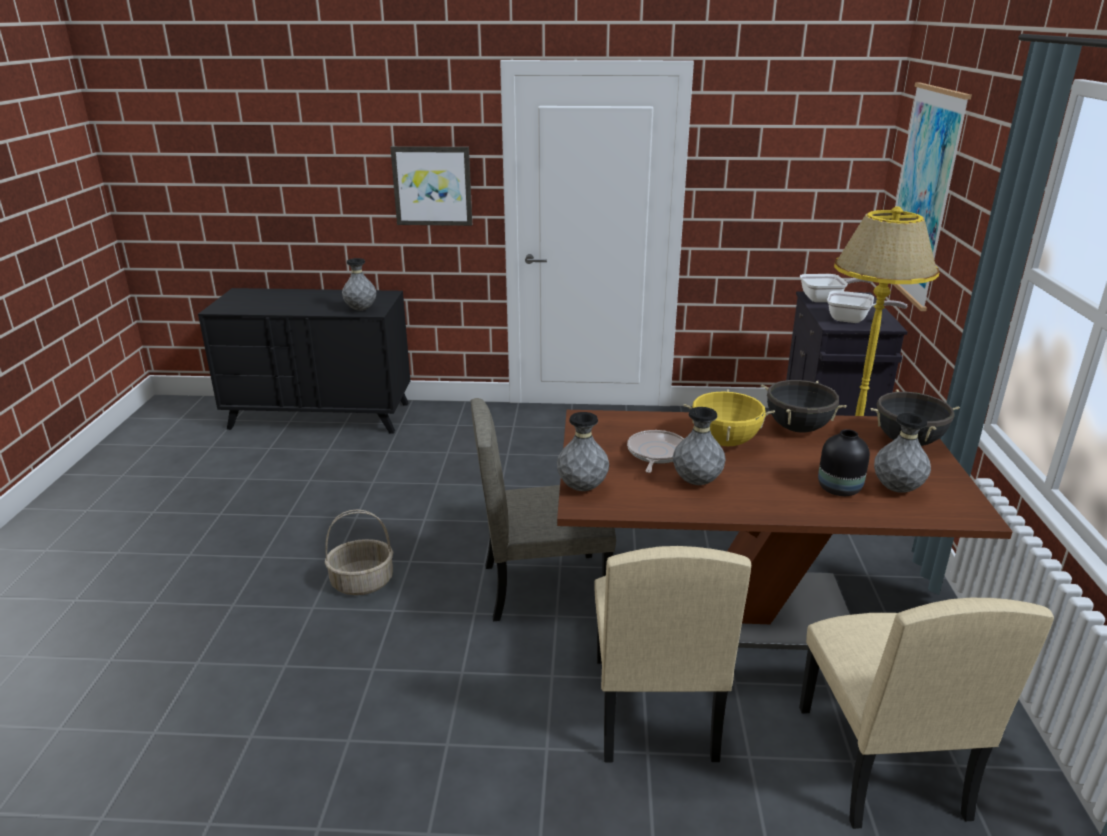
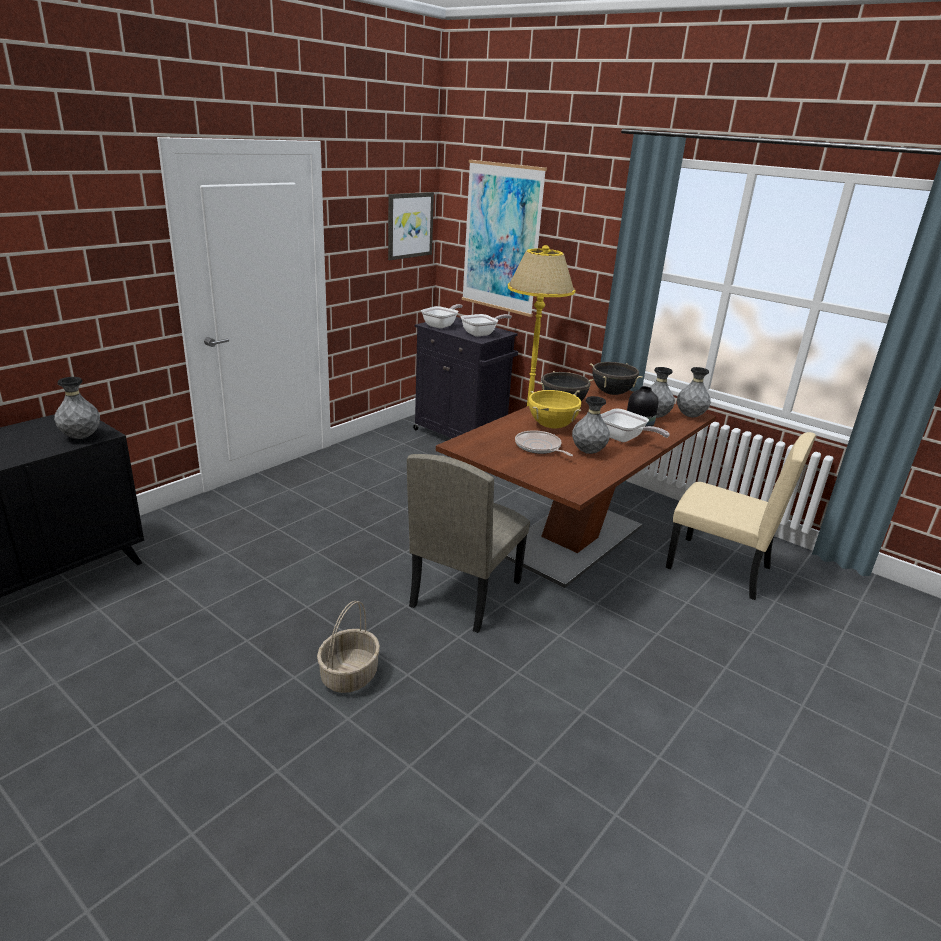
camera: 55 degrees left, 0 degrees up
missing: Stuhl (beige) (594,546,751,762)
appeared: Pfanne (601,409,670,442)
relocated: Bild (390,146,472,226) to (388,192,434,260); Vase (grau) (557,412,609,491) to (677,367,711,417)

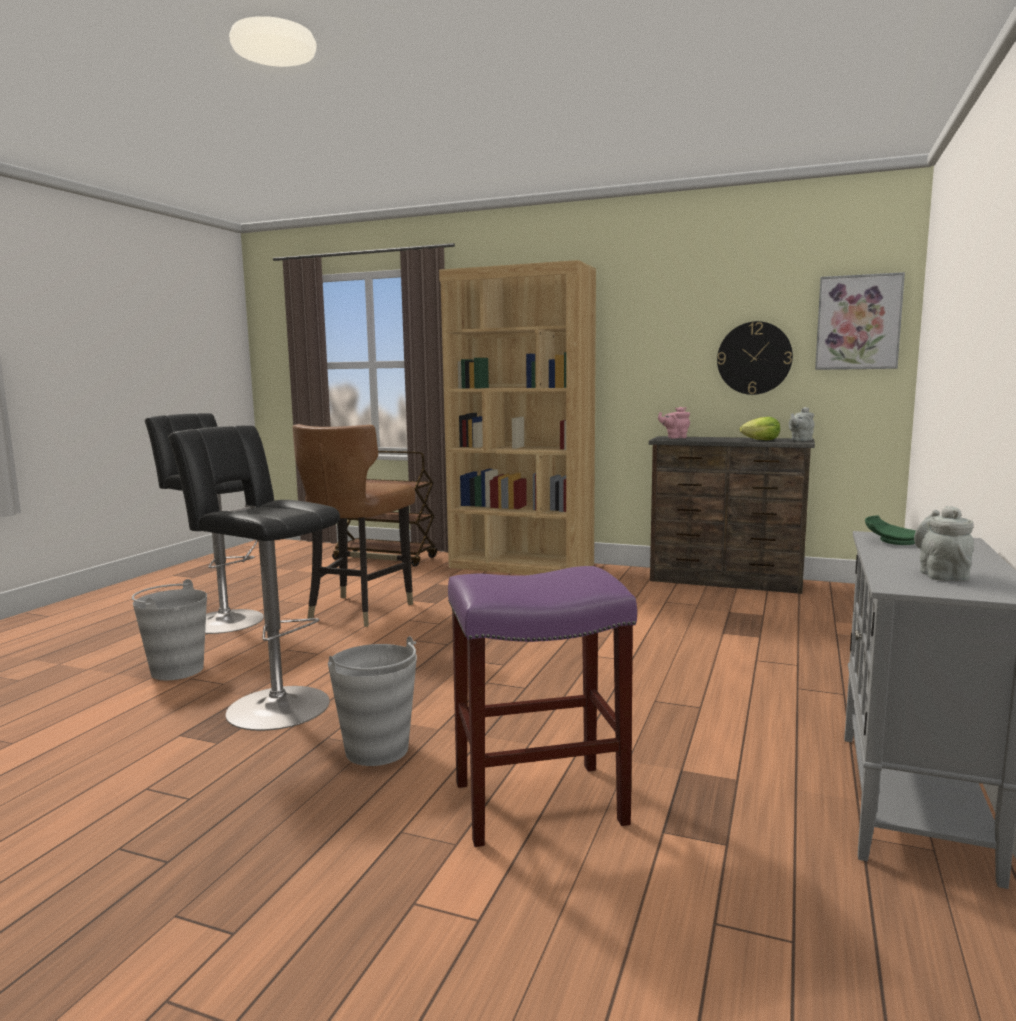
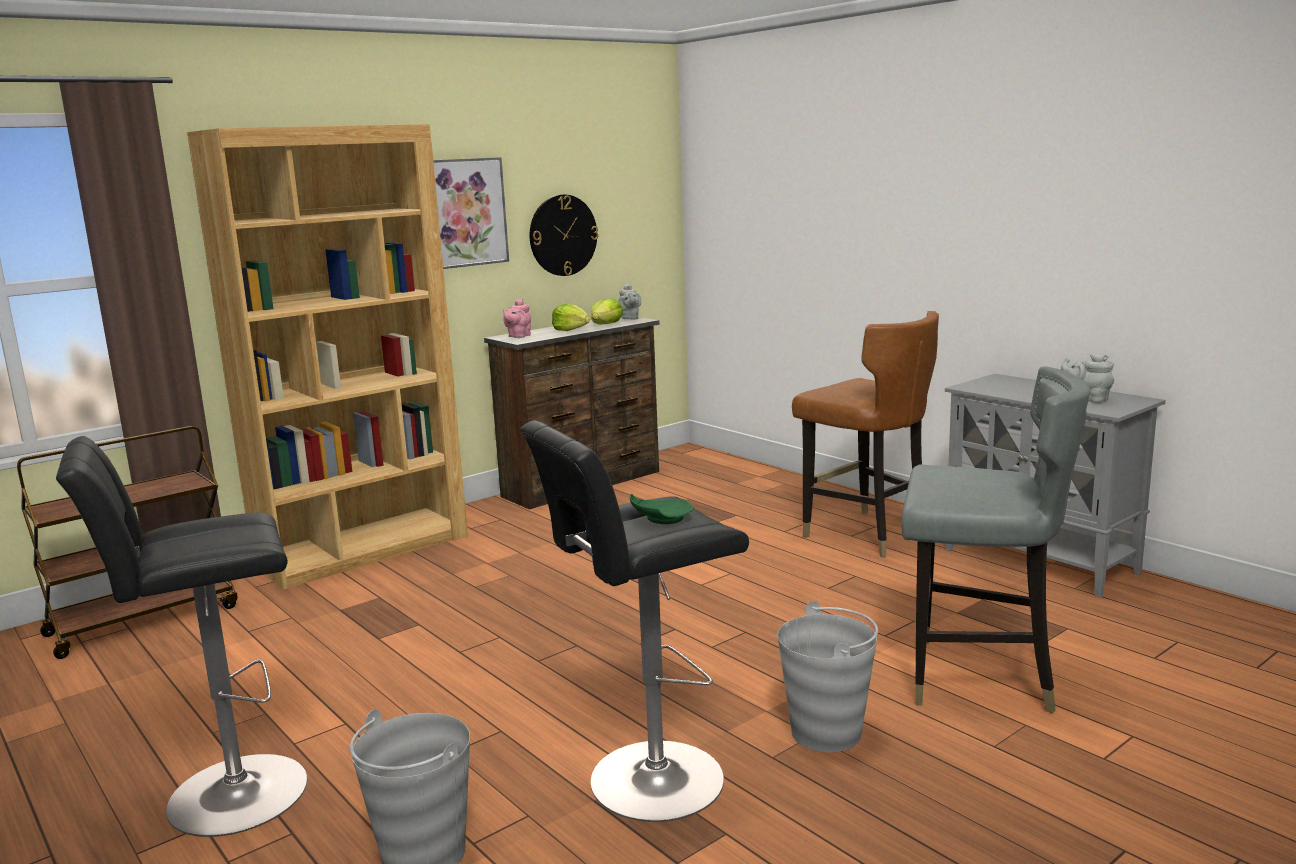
camera: 60 degrees left, 5 degrees up
appeared: Salatkopf (552,304,590,331)
relocated: Bild (815,272,905,370) to (433,157,509,269); Teller (grün) (865,515,916,545) to (630,494,694,524); Stuhl (braun) (293,424,415,627) to (792,311,939,558)
exchanged: Hocker (lila) (448,566,637,847) to Stuhl (grau) (901,366,1090,713)

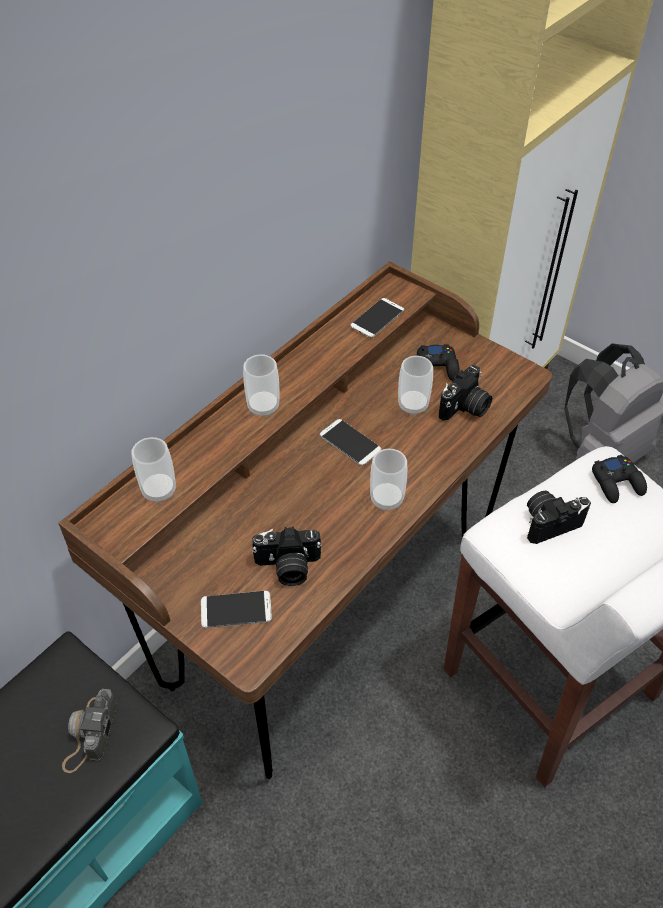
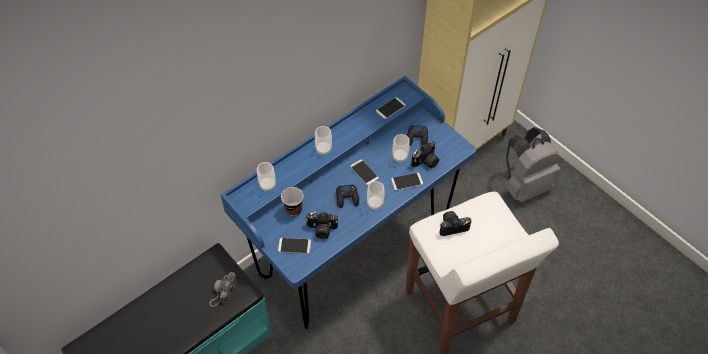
camera: 10 degrees right, 5 degrees up
appeared: Tasse (281,187,304,216); Handy (391,173,423,190)
relocated: Gamepad (schwarz) (592,455,647,503) to (336,184,359,208)
colour: Schreibtisch (braun) (58,261,552,779) to Schreibtisch (blau) (221,76,476,329)

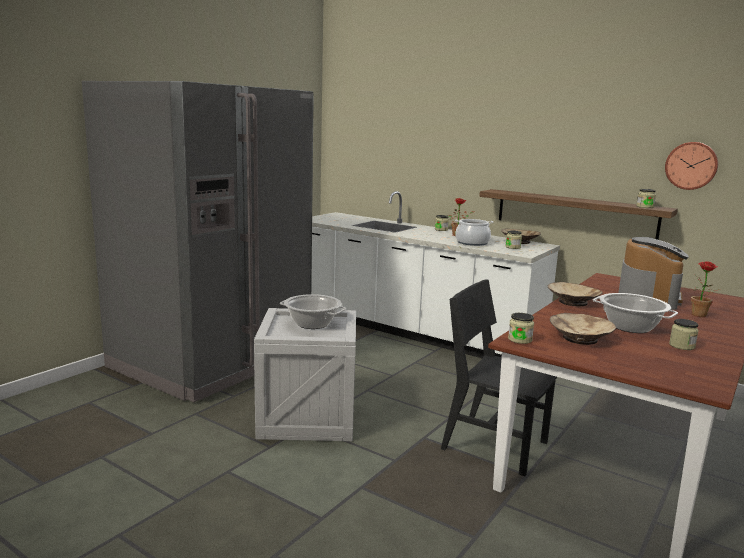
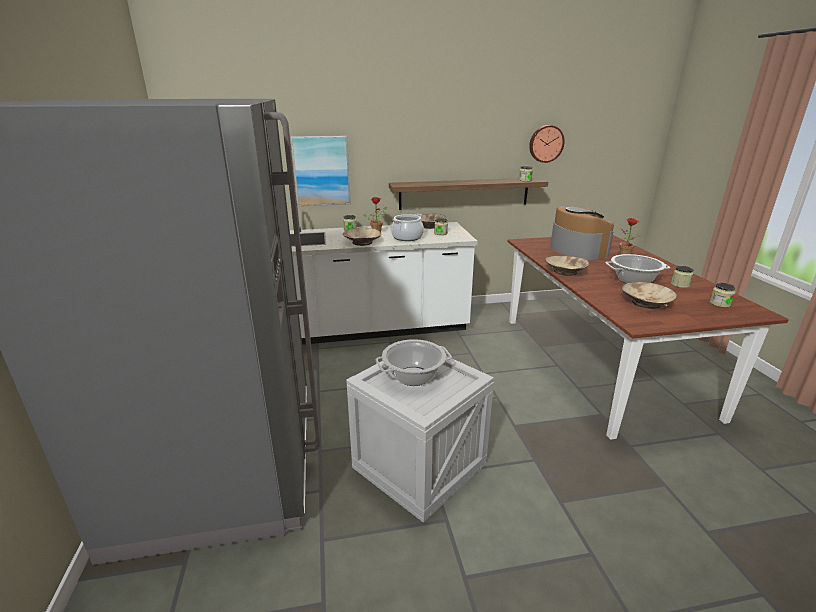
camera: 45 degrees left, 10 degrees up
missing: Stuhl (schwarz) (441,280,557,476)
appeared: Bild (291,136,351,206); Schüssel (beige) (343,227,381,246)
relocated: Vorratsglas (508,313,534,344) to (710,283,735,308)

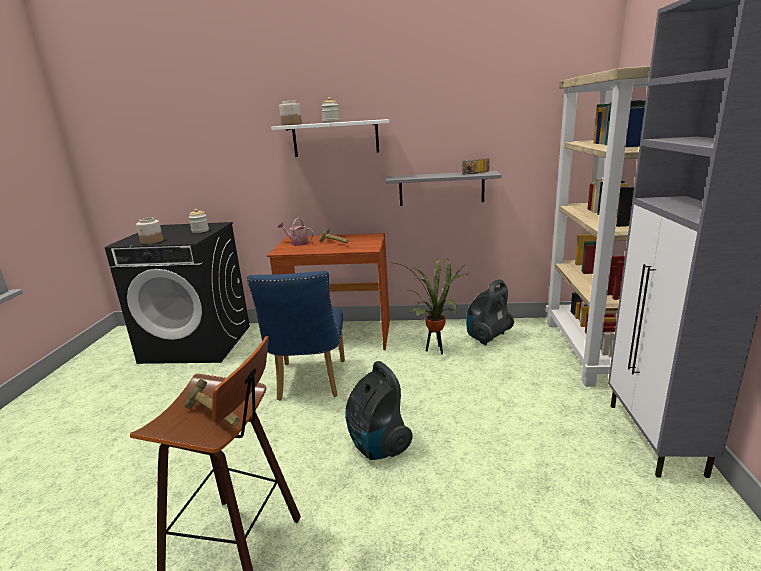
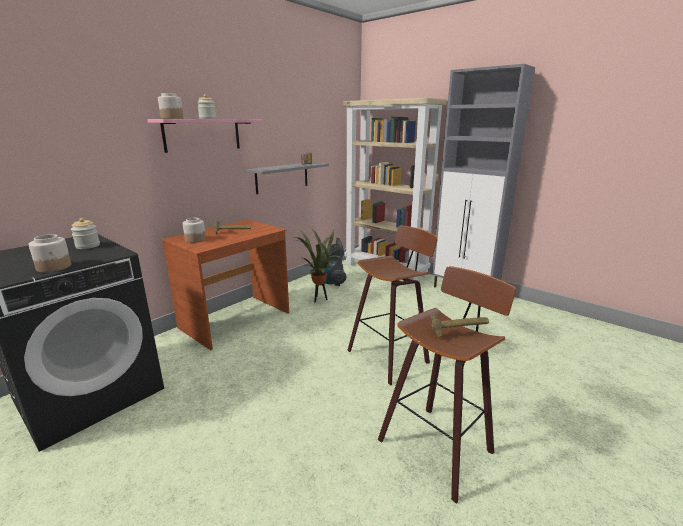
camera: 55 degrees left, 0 degrees up
missing: Stuhl (blau) (247,271,345,400)
exchanged: Gießkanne (278,218,314,246) to Vorratsglas (183,218,206,243); Staubsauger (345,361,413,460) to Hocker (347,225,438,386)
colour: Wandregal (weiß) (271,119,389,157) to Wandregal (rosa) (147,119,263,153)

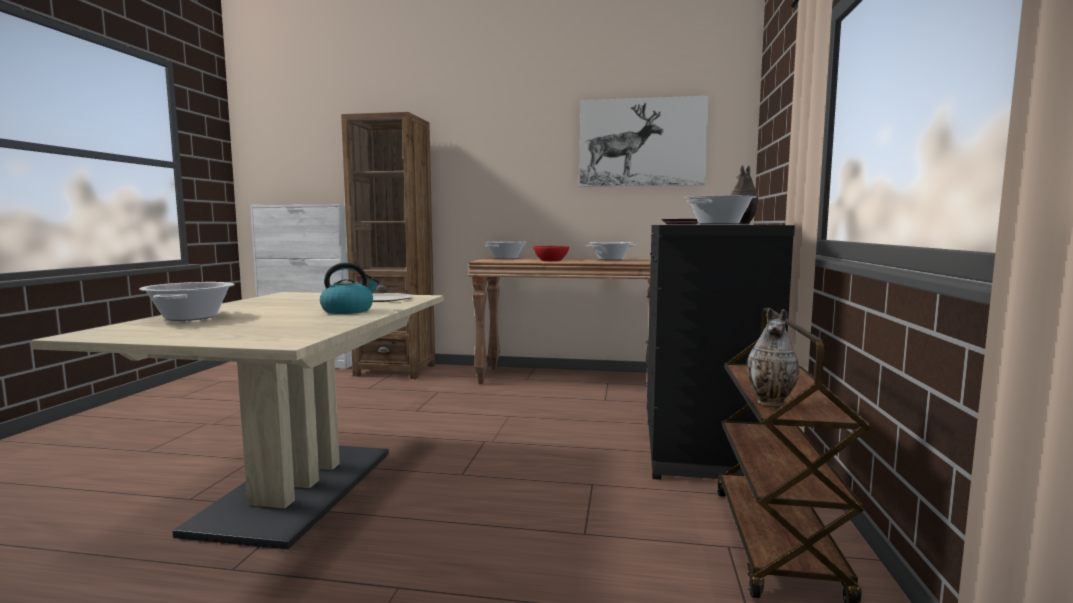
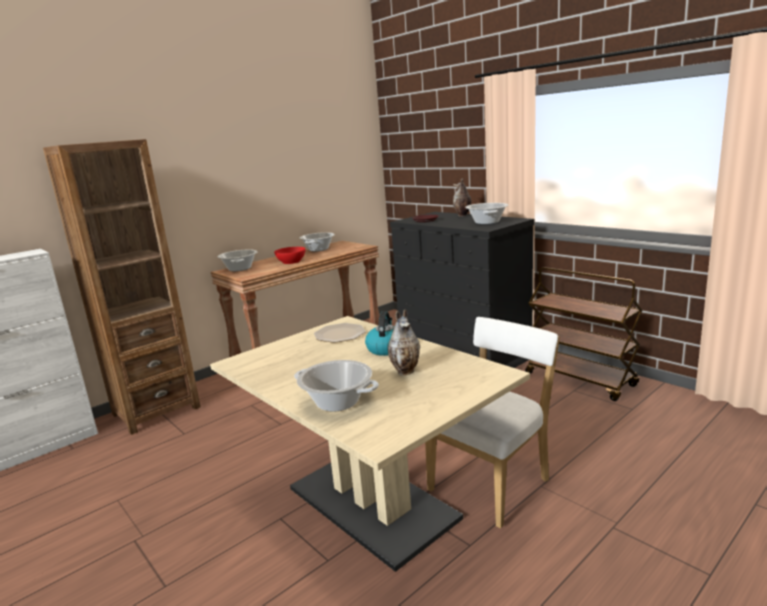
camera: 50 degrees left, 10 degrees up
missing: Bild (579,96,709,187)
appeared: Stuhl (weiß) (425,317,560,528)
relocated: Vase (747,308,799,406) to (388,309,420,376)

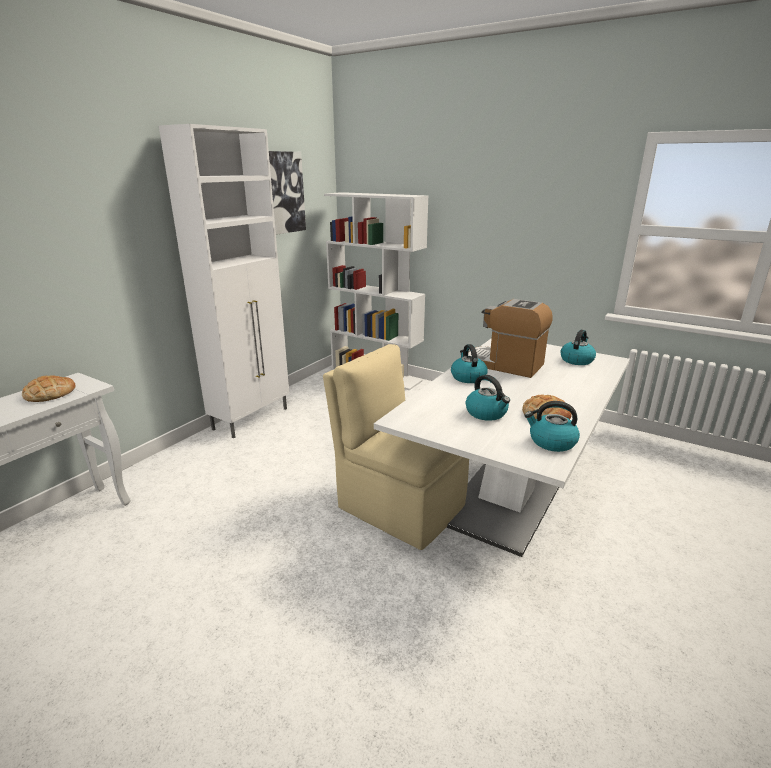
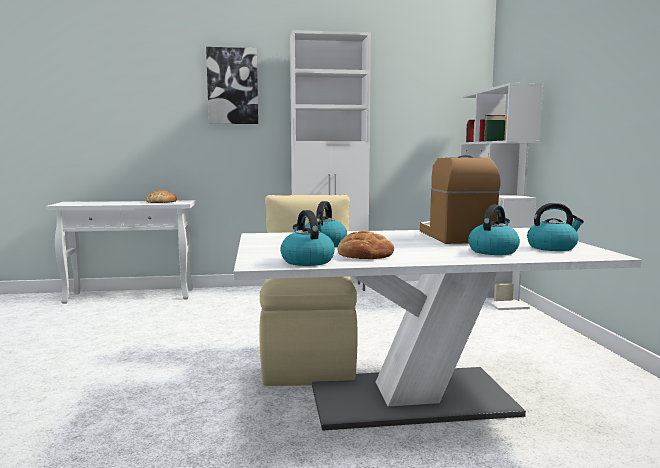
camera: 50 degrees right, 15 degrees down
relocated: Bild (269,151,306,235) to (206,47,258,124); Wasserkessel (451,344,488,383) to (468,205,520,255)

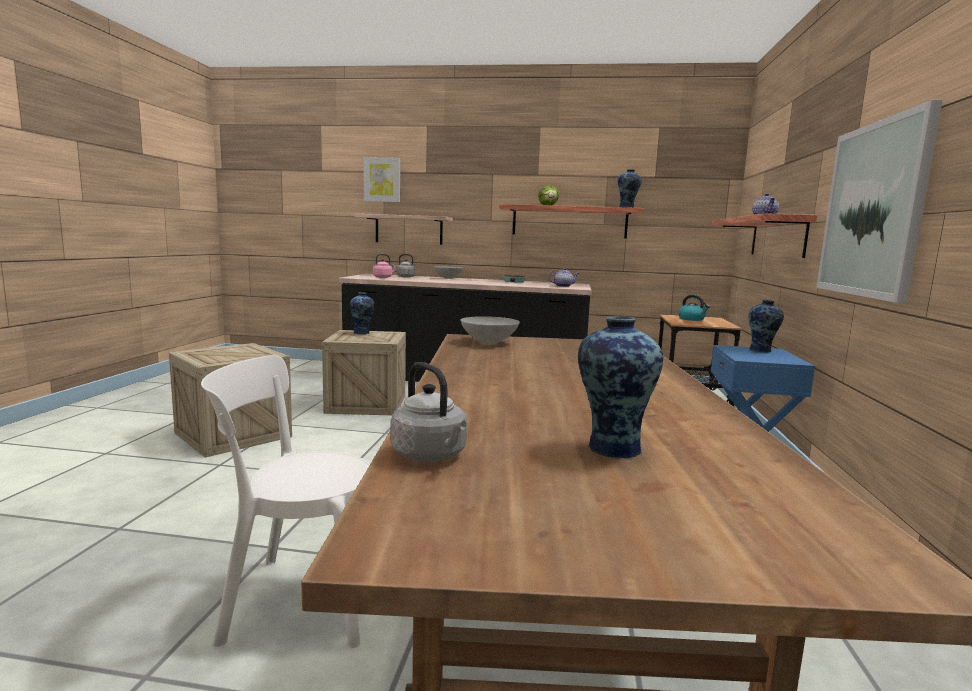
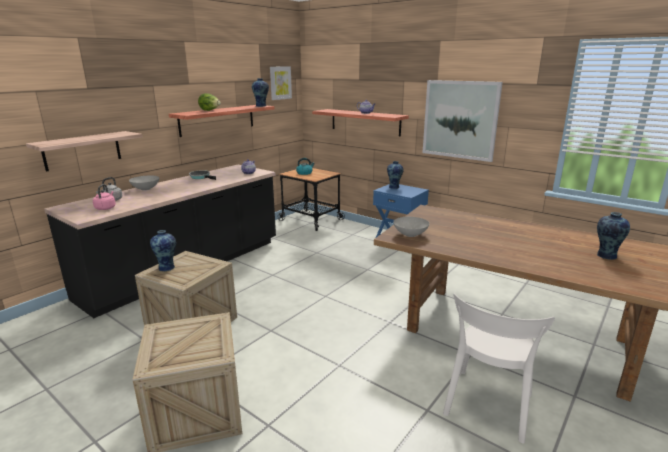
camera: 60 degrees left, 10 degrees up
missing: Wasserkessel (grau) (391,362,467,462)
relocated: Bild (364,157,400,202) to (270,66,292,100)

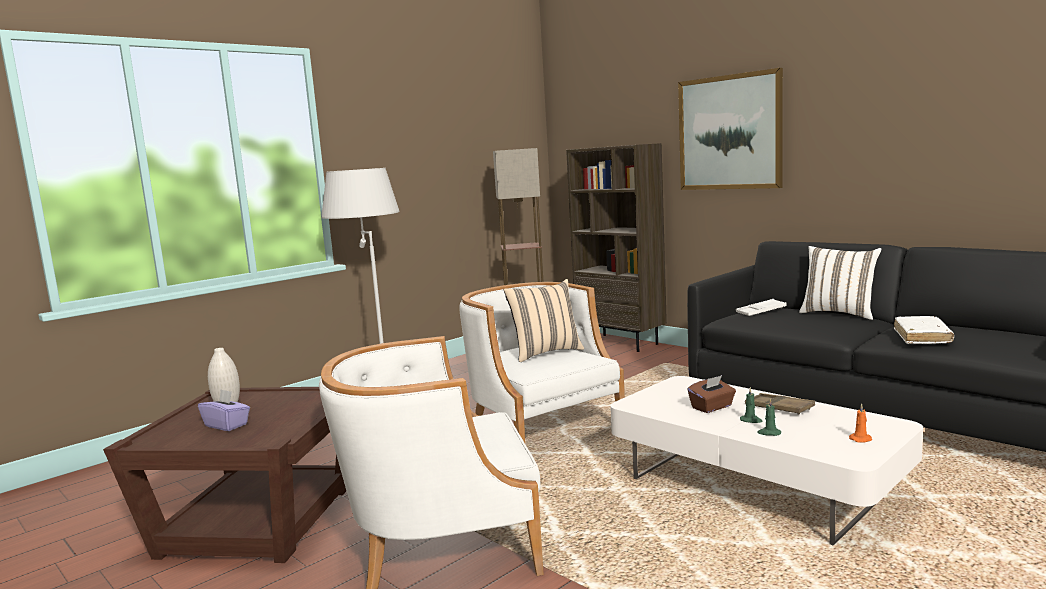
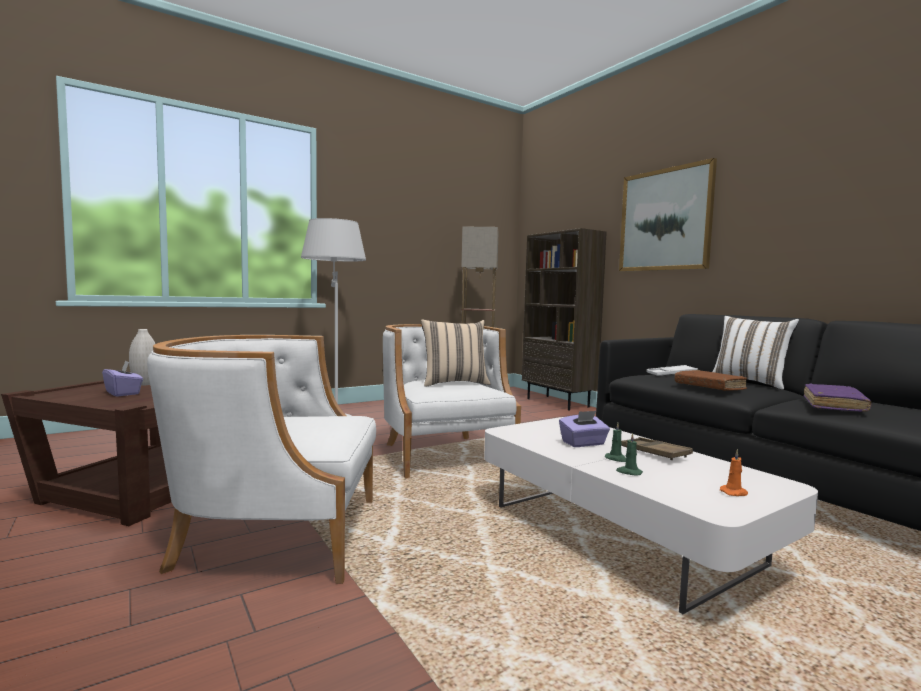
camera: 10 degrees right, 5 degrees down
appeared: Buch (braun) (675,370,747,391)
colour: Taschentuchbox (braun) (687,375,736,413) to Taschentuchbox (lila) (559,411,610,447); Buch (weiß) (894,316,954,344) to Buch (lila) (804,384,872,412)

